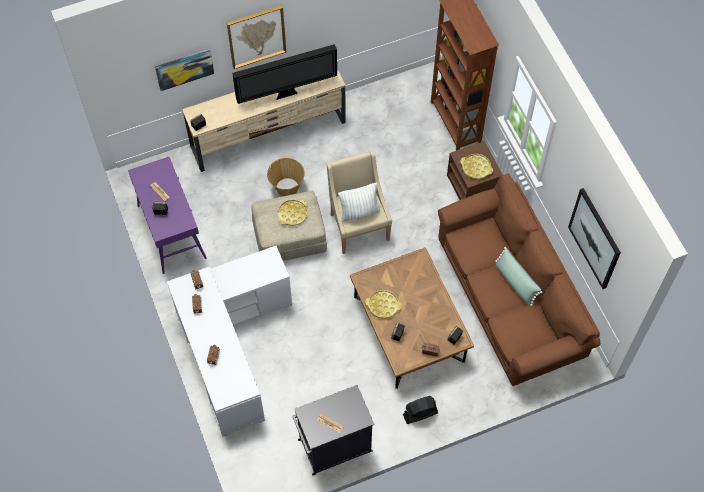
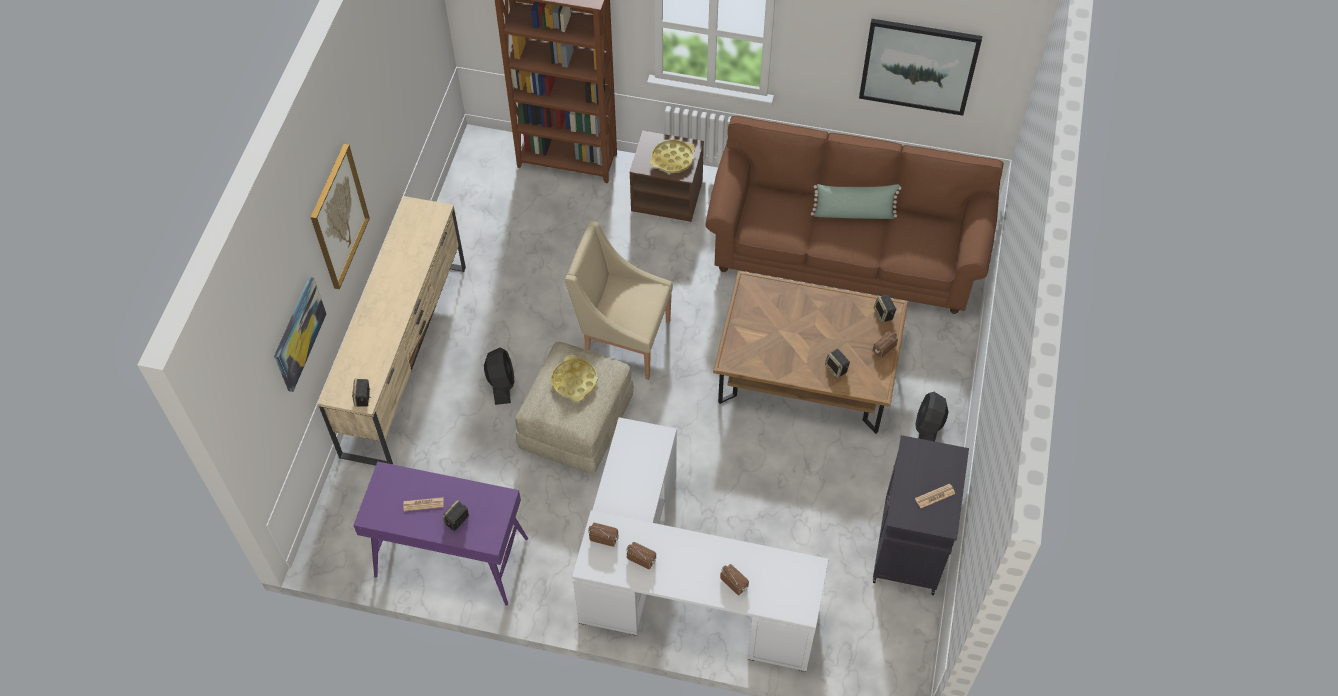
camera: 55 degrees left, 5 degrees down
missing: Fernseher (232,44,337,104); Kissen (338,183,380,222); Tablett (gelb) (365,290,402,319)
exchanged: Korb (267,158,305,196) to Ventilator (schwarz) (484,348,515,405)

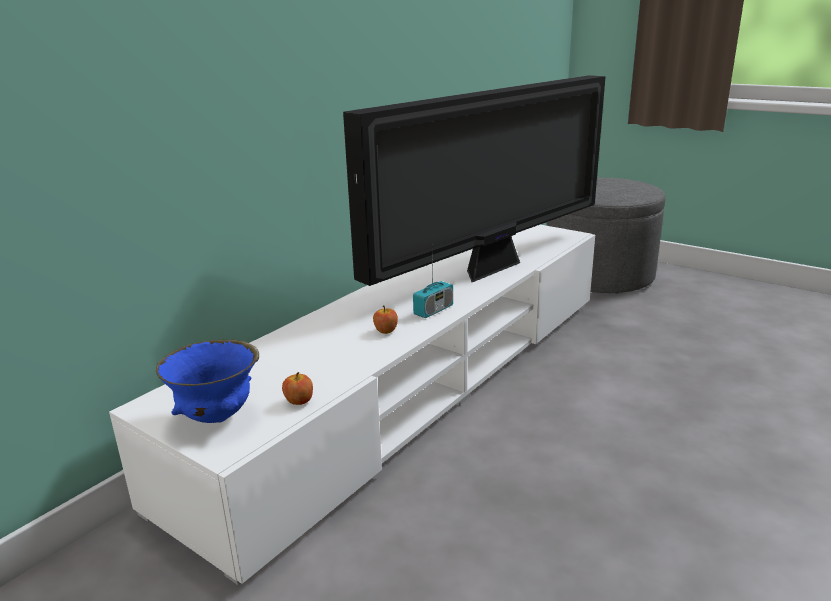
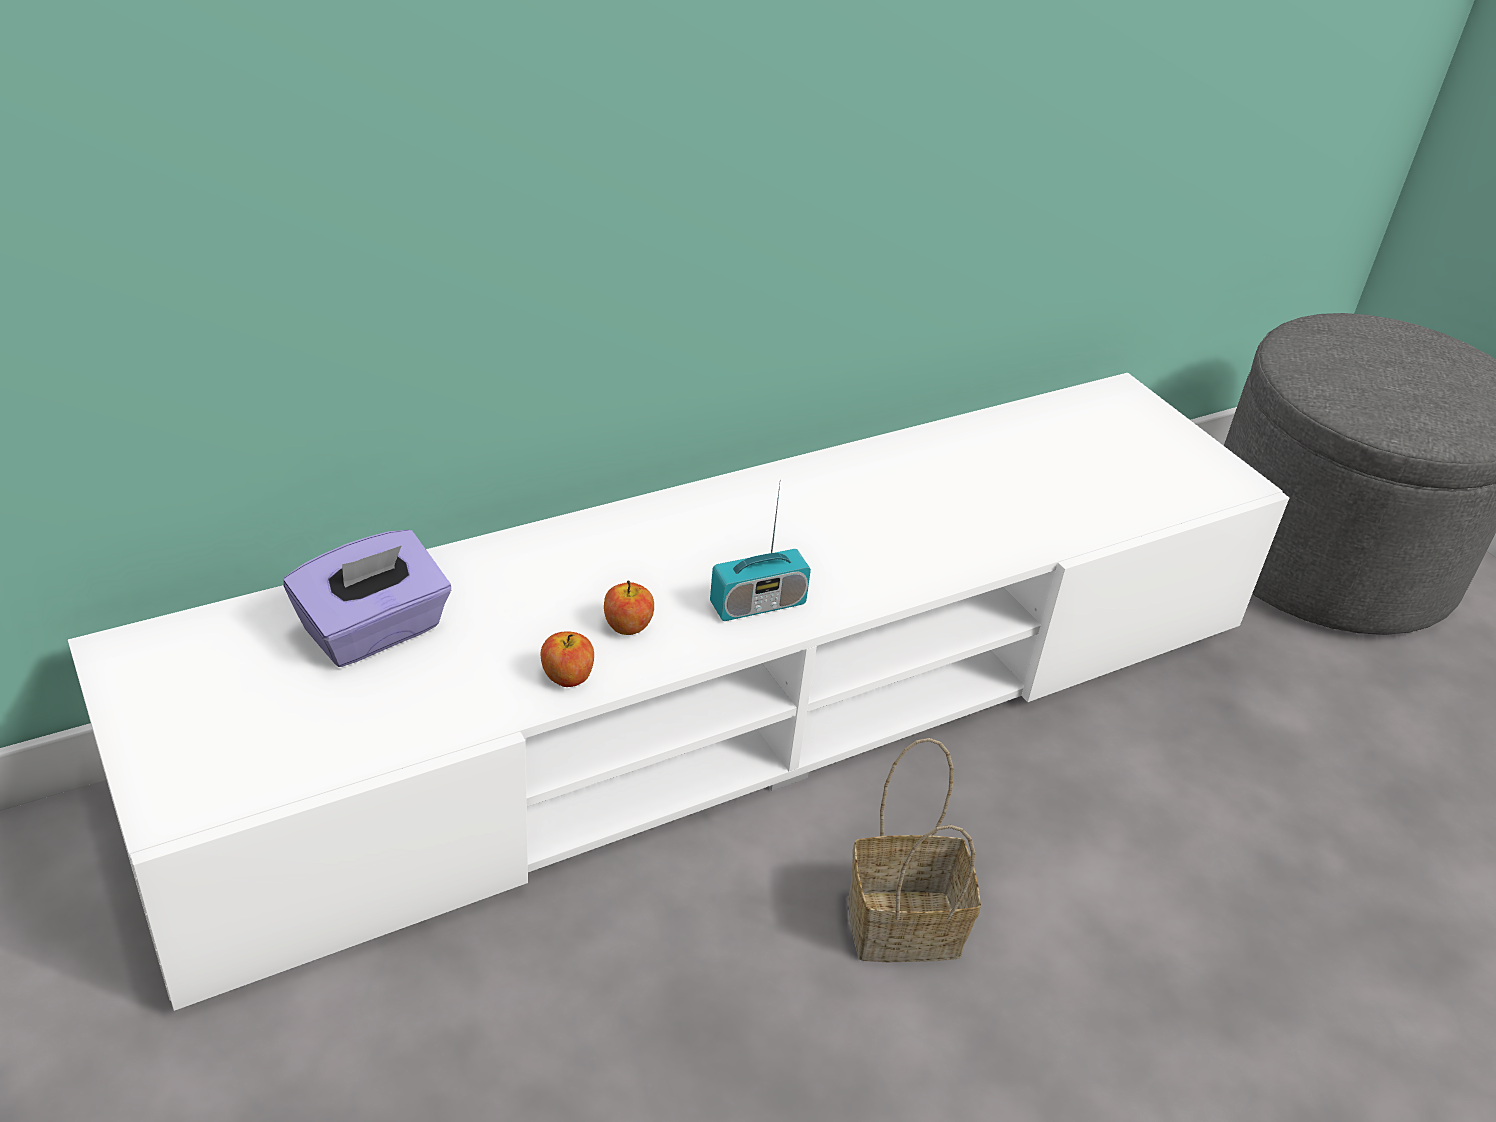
camera: 20 degrees right, 15 degrees up
missing: Schüssel (blau) (156,340,259,423); Fernseher (343,75,606,286)
appeared: Taschentuchbox (lila) (284,530,451,667); Korb (848,738,981,962)
relocated: Apfel (282,372,313,405) to (541,631,594,687)

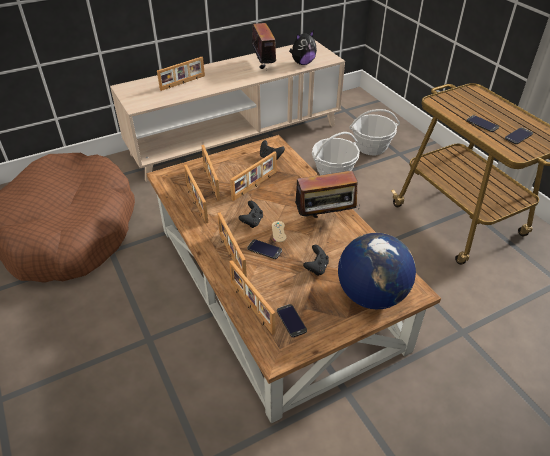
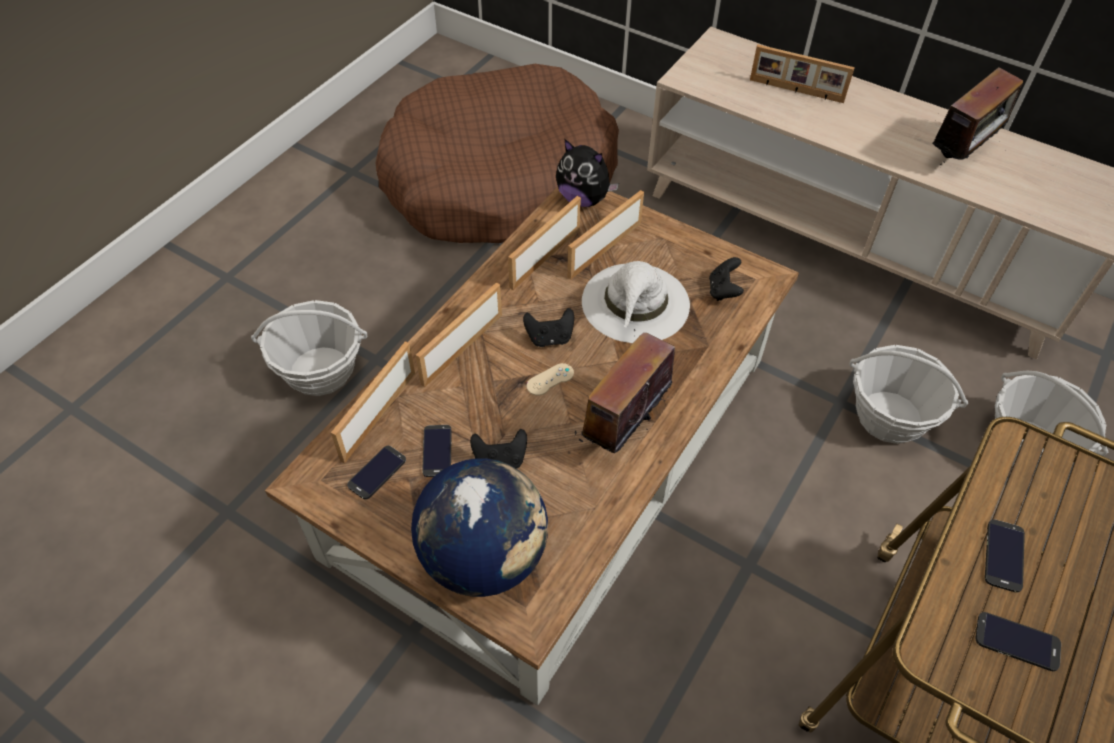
camera: 60 degrees right, 10 degrees up
appeared: Korb (251,300,367,396)
relocated: Handy (247,239,282,259) to (422,425,452,477); Plüschtier (289,30,317,65) to (556,139,619,207)
exchanged: Bilderrahmen (230,151,277,201) to Hut (weiß) (582,261,690,343)
spun: Radio (290,170,361,218) = (574,329,675,453) 75 degrees clockwise

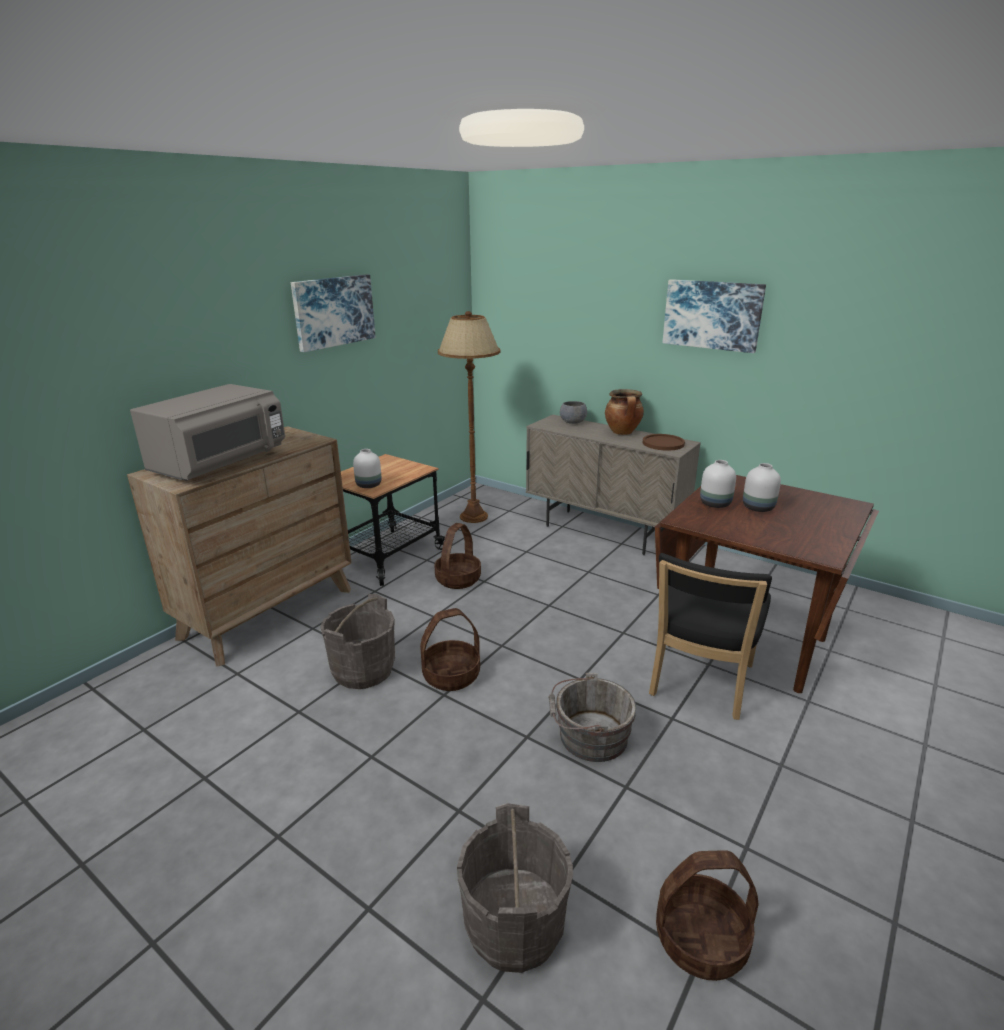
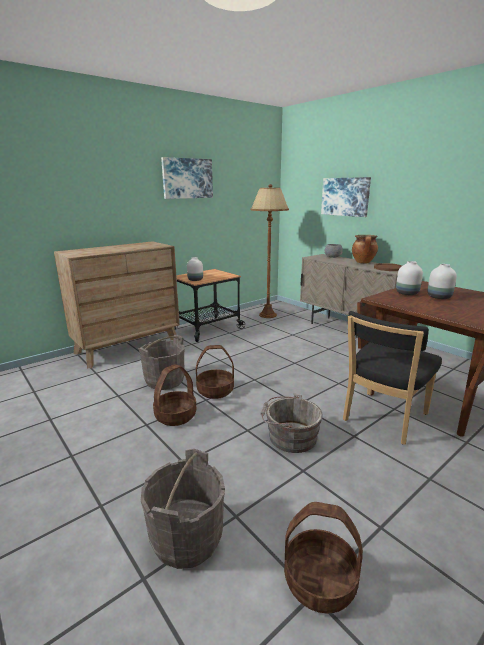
camera: 15 degrees right, 5 degrees down
missing: Mikrowelle (grau) (130,384,285,481)
relocated: Korb (434,523,481,589) to (153,364,197,426); Bild (662,279,766,353) to (321,177,371,217)

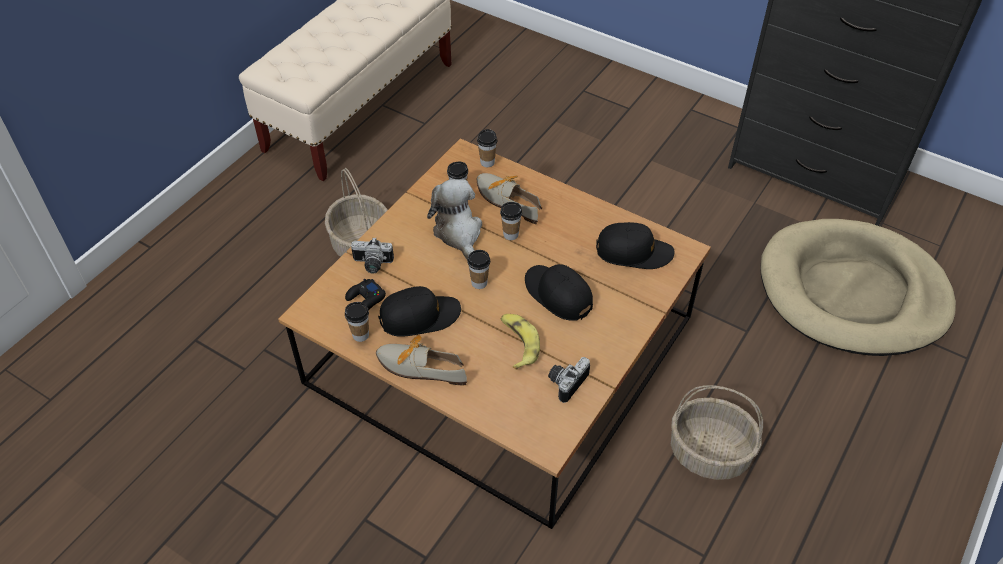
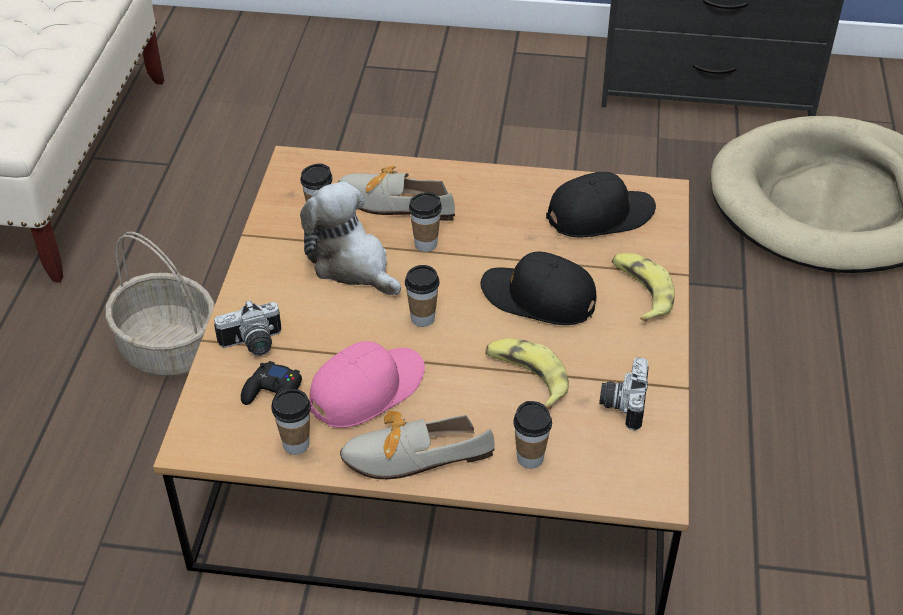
camera: 25 degrees left, 5 degrees down
missing: Korb (671,385,763,480)
appeared: Banane (612,253,675,322)
relocated: Tasse (477,129,497,167) to (513,401,552,469)
colour: Kappe (schwarz) (378,286,461,337) to Kappe (rosa) (309,341,425,428)

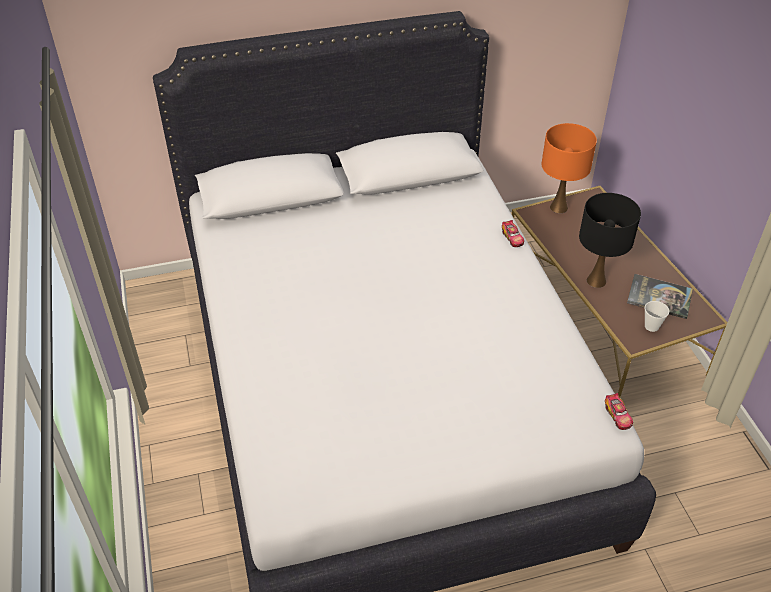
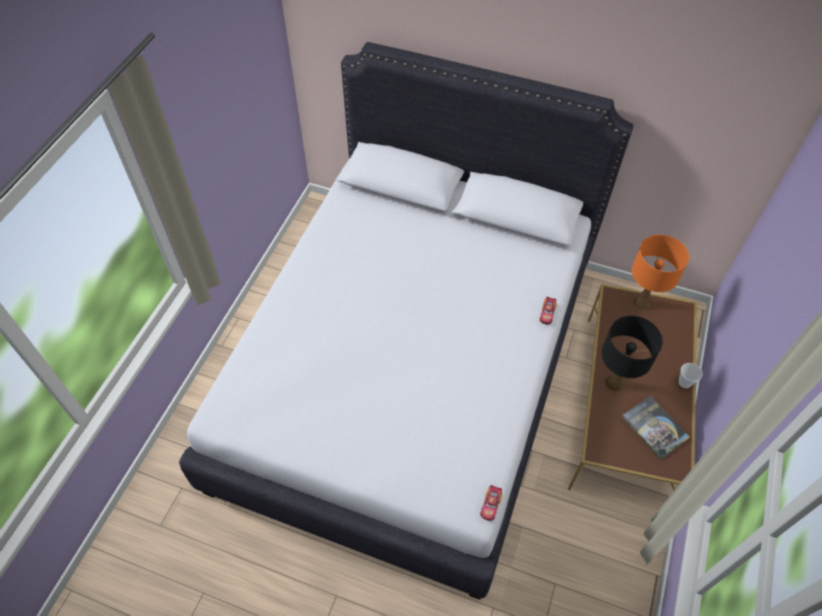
camera: 35 degrees right, 10 degrees up
relocated: Tasse (645,301,669,332) to (679,363,703,388)

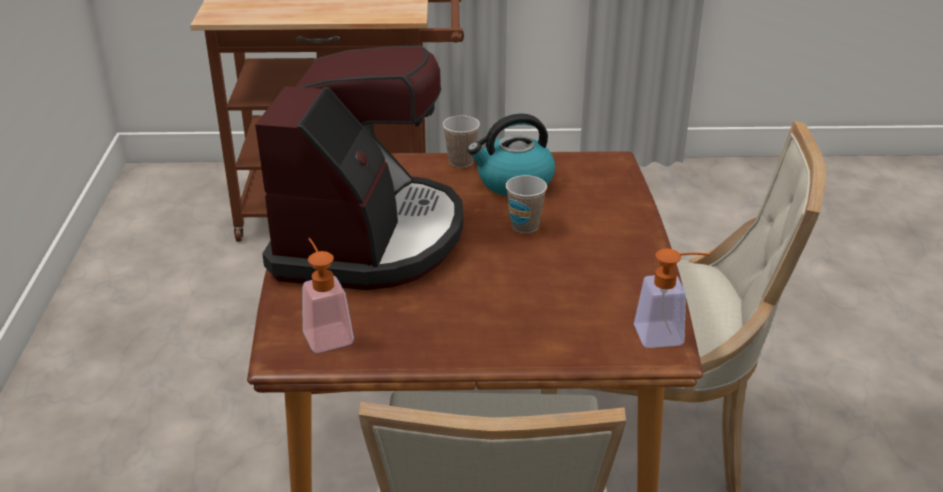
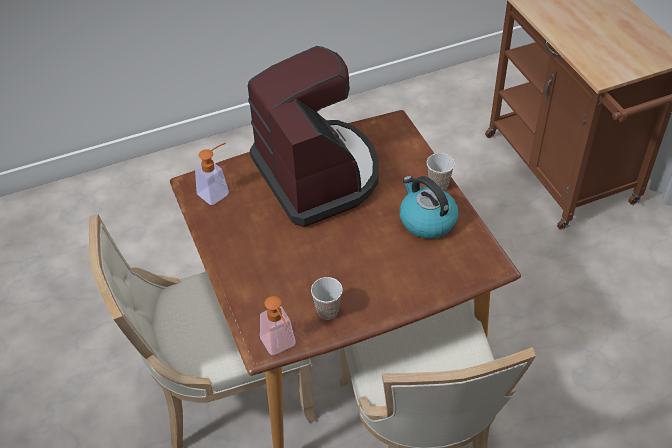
camera: 70 degrees right, 15 degrees up
relocated: Tasse (506,175,547,233) to (311,277,343,320)
spun: Kaffeemaschine (255,45,463,290) = (248,46,379,227) 105 degrees counterclockwise

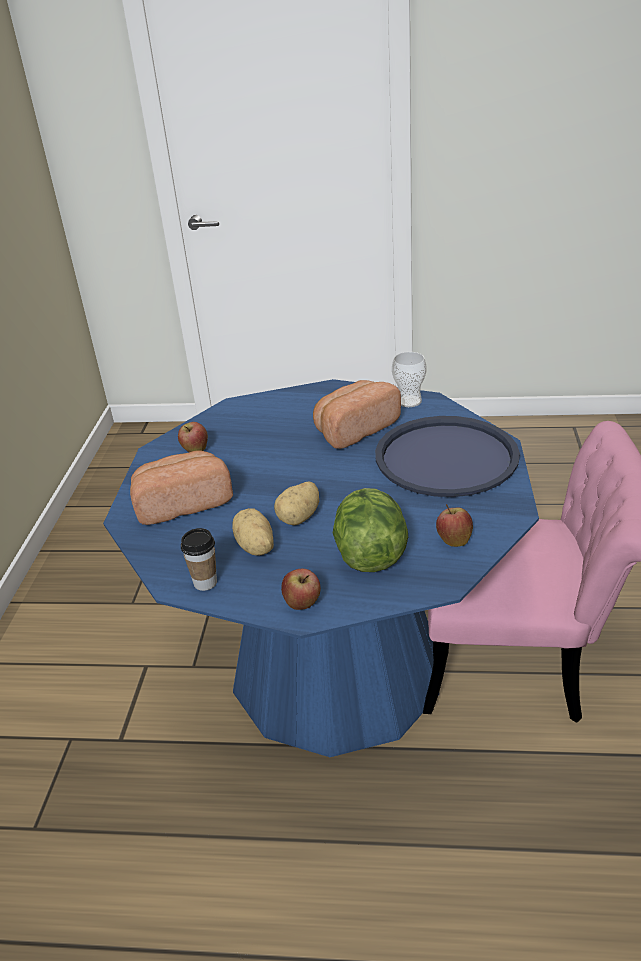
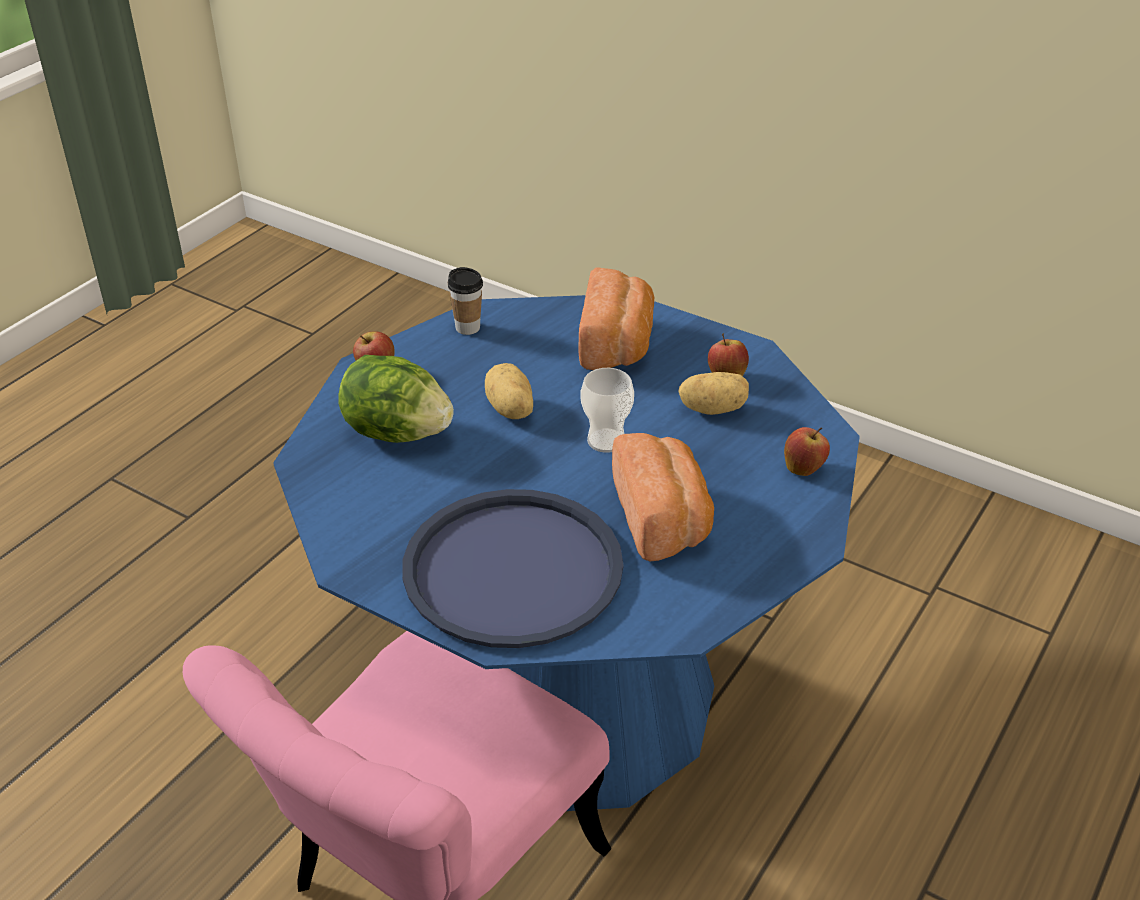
camera: 115 degrees right, 5 degrees up
relocated: Tasse (392,352,426,407) to (581,368,634,453); Kartoffel (232,508,274,556) to (678,372,749,415); Apfel (436,504,473,547) to (784,427,830,476)

